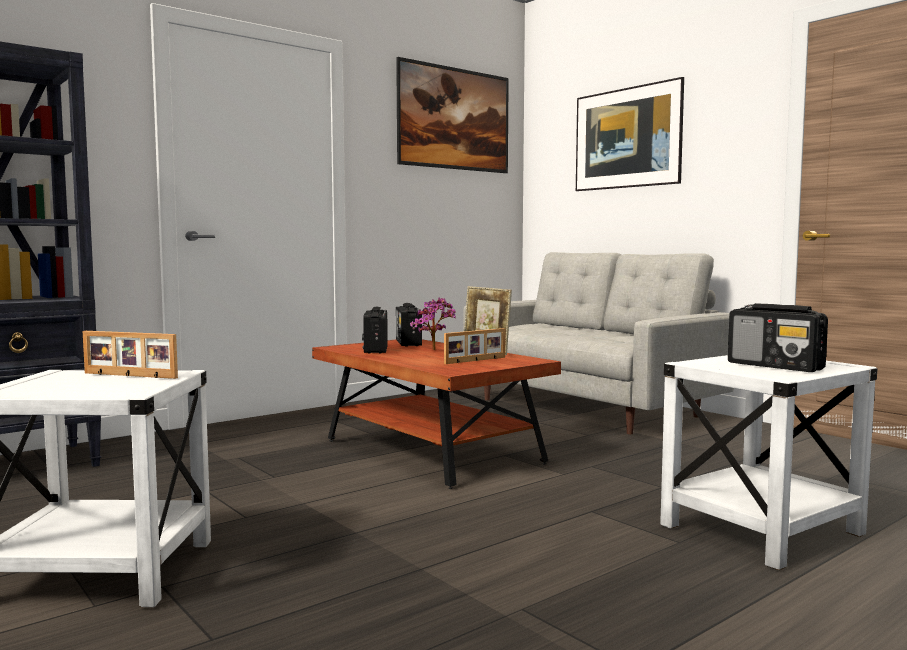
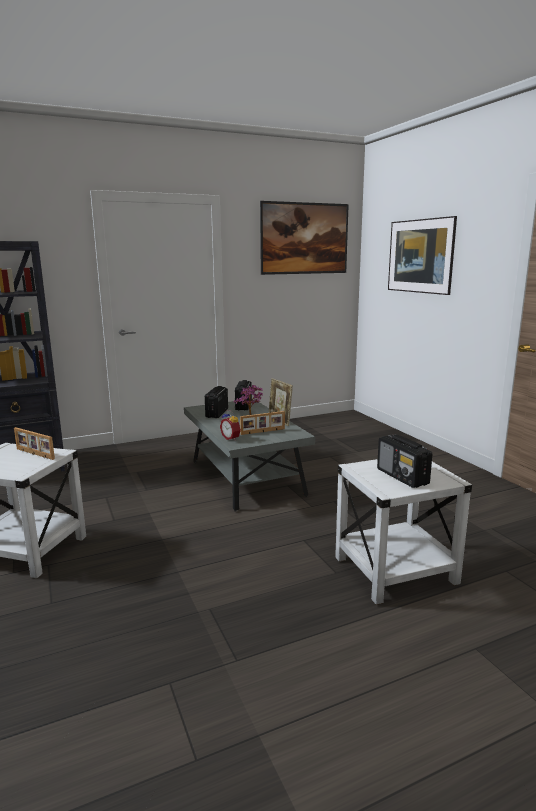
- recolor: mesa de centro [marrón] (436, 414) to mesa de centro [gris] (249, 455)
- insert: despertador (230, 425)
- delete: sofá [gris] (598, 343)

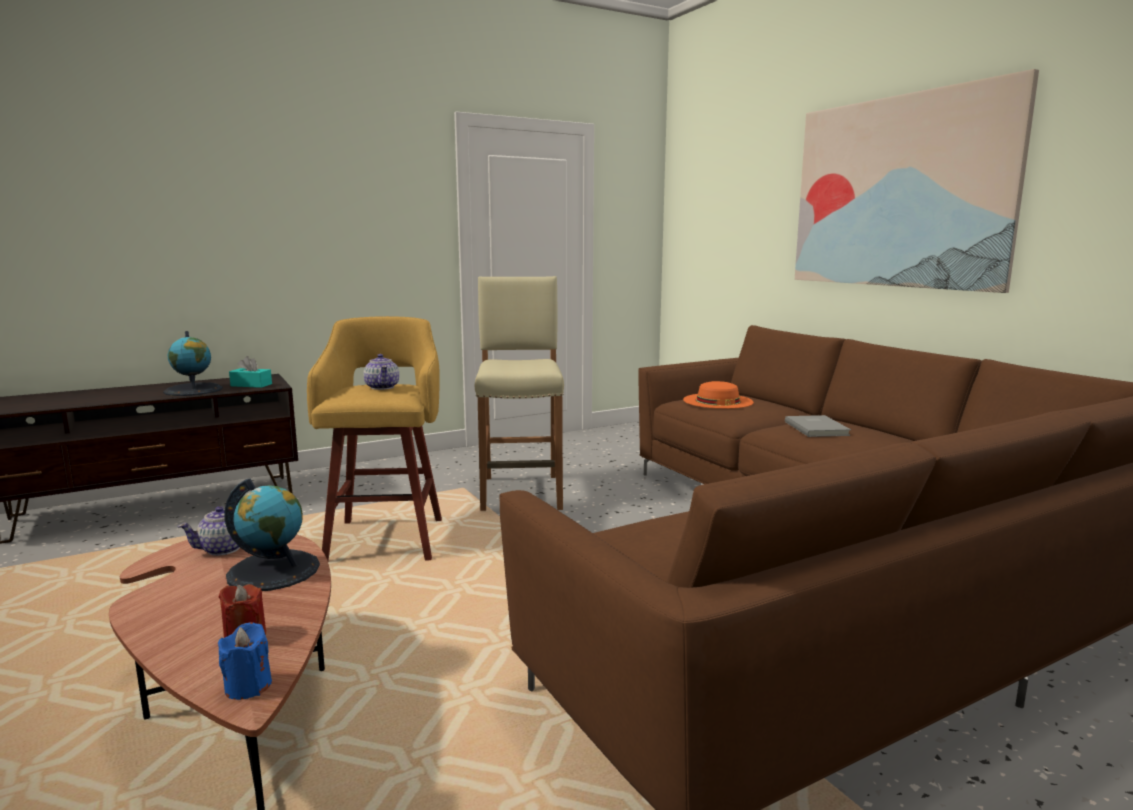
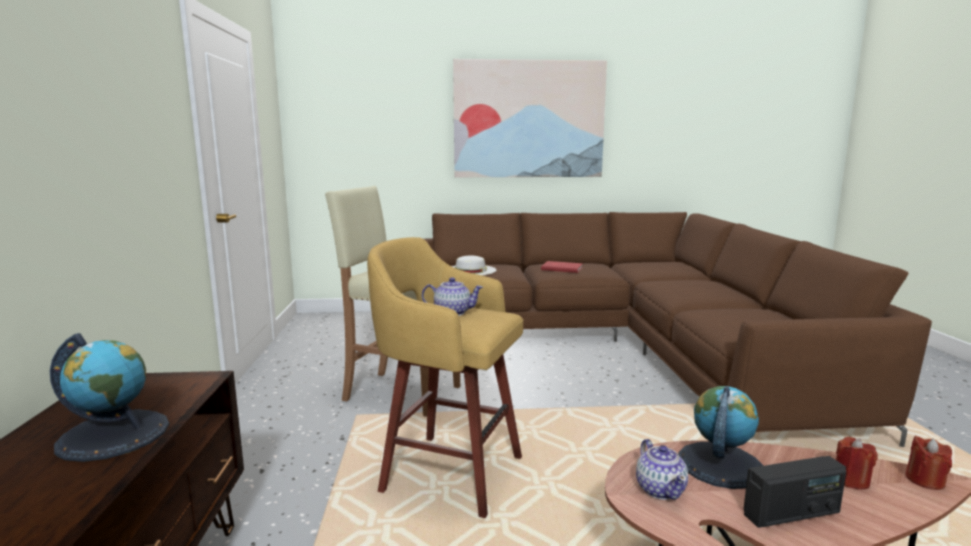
- recolor: sombrero [naranja] (718, 395) to sombrero [blanco] (474, 265)
- recolor: libro [gris] (818, 426) to libro [rojo] (562, 267)
- insert: radio (795, 492)
- recolor: vela [azul] (245, 661) to vela [rojo] (929, 463)
- delete: caja de pañuelos [turquesa] (250, 372)

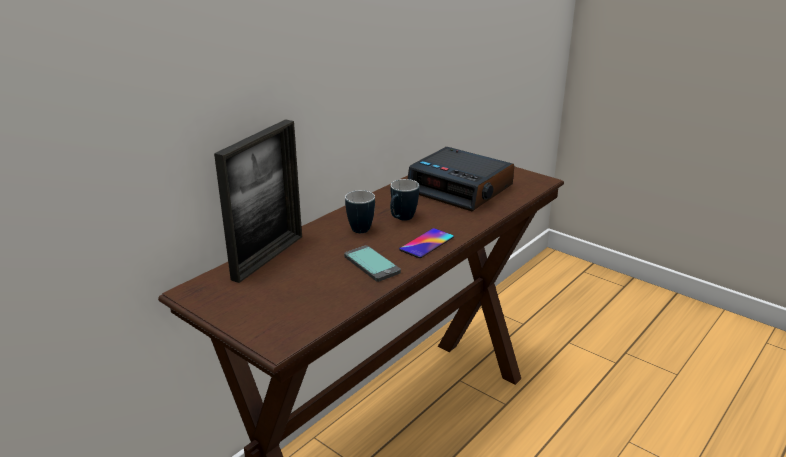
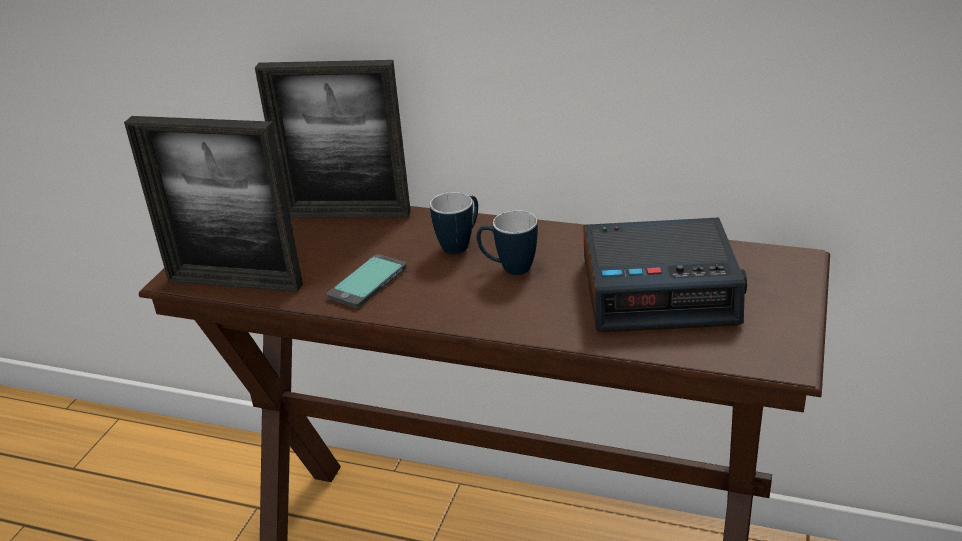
- insert: portarretratos (213, 204)
- rotate: despertador (460, 179) = (665, 274) 105 degrees counterclockwise
- delete: móvil (426, 243)

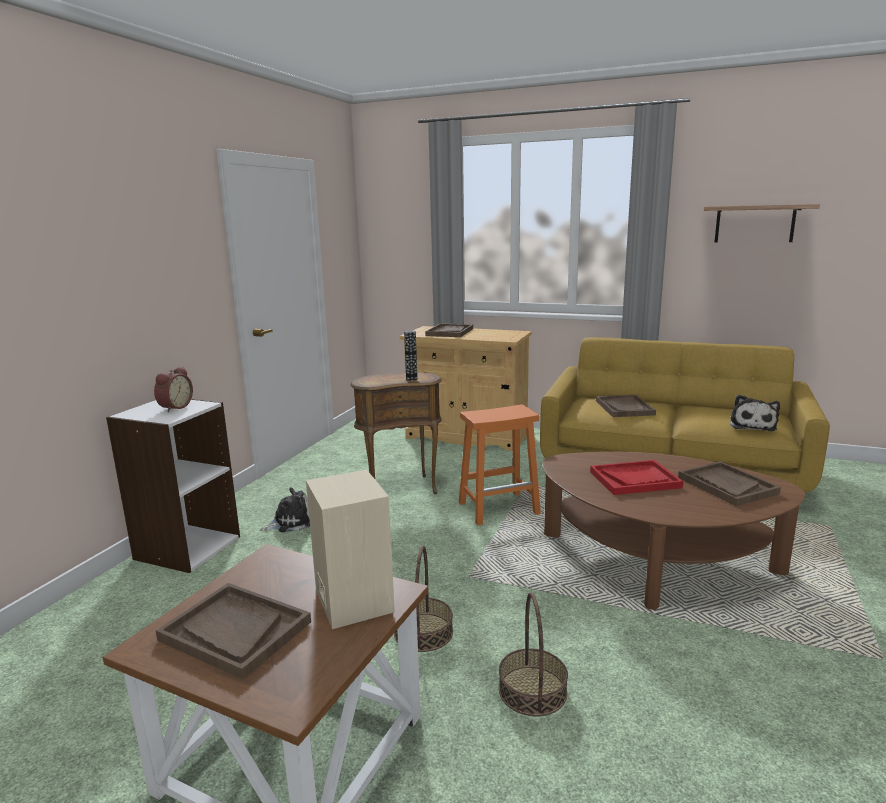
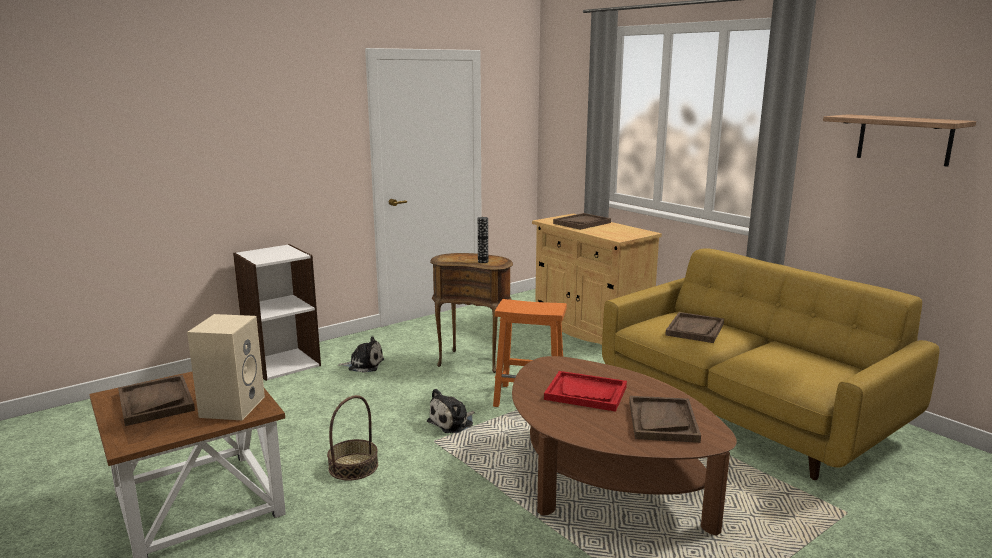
- move: peluche (755, 413) to (451, 411)
- delete: despertador (173, 389)
- delete: cesta (533, 654)

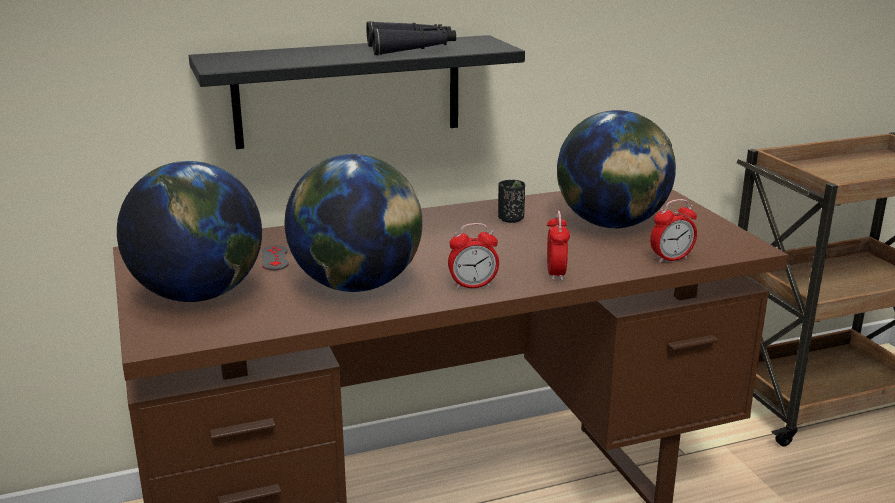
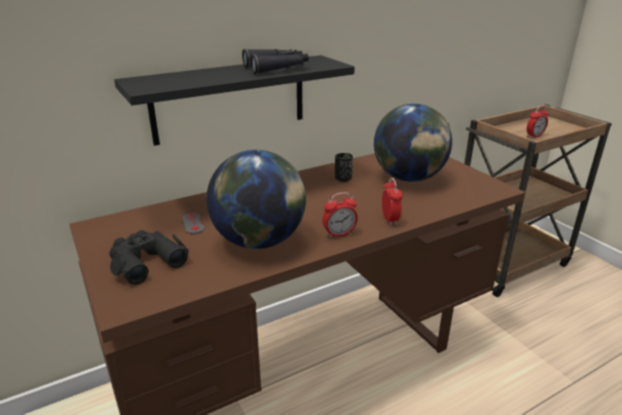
- replace: globo terráqueo (189, 231) to prismáticos [negro] (149, 257)
- move: despertador (673, 231) to (538, 122)

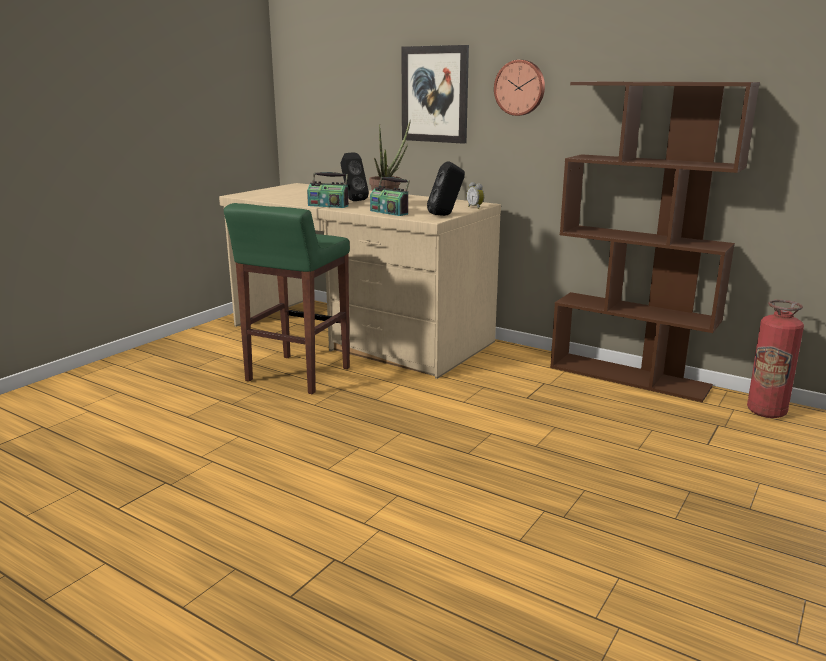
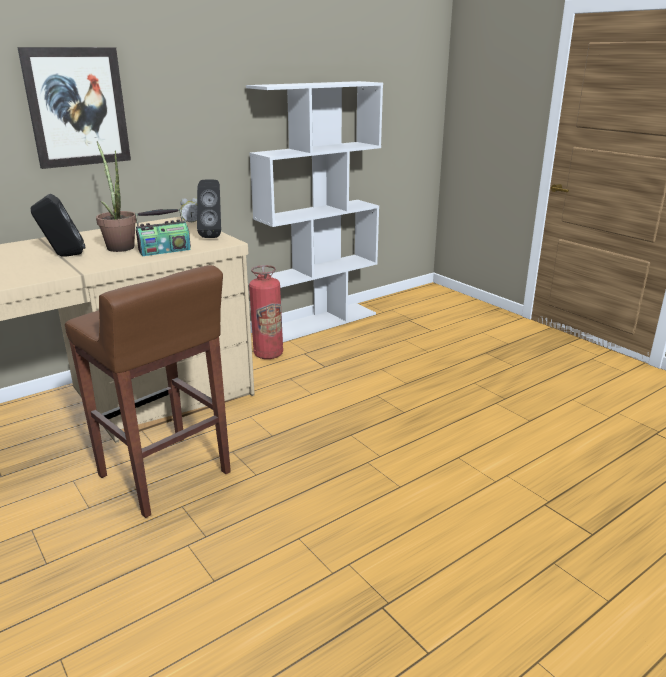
- recolor: taburete [verde] (287, 298) to taburete [marrón] (148, 391)
- recolor: estantería [marrón] (655, 241) to estantería [blanco] (314, 211)
- move: extintor (775, 359) to (266, 312)
- delete: radio (328, 190)
- delete: reloj de pared (519, 88)

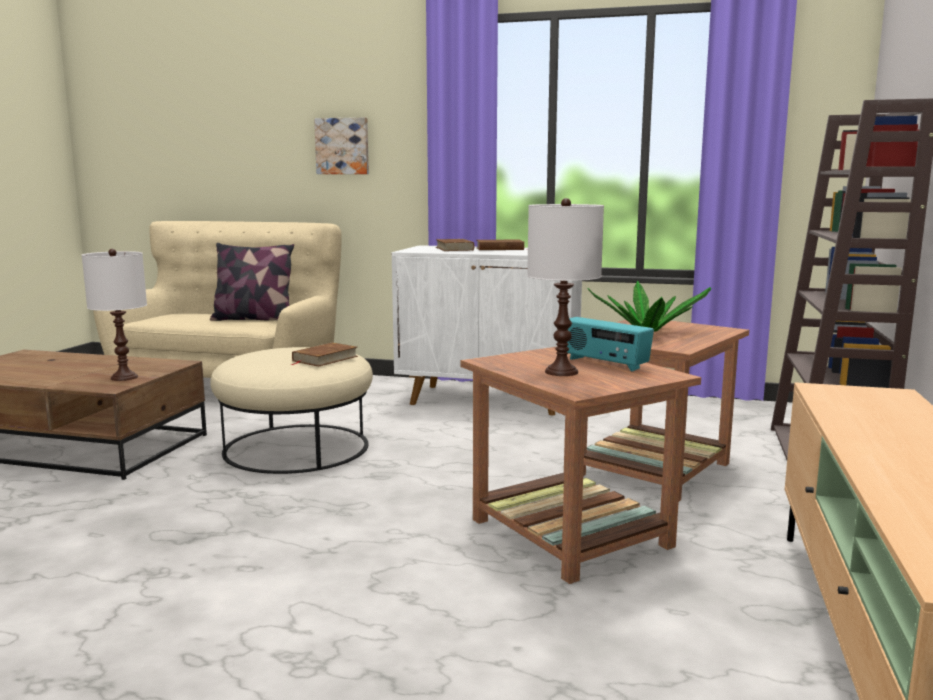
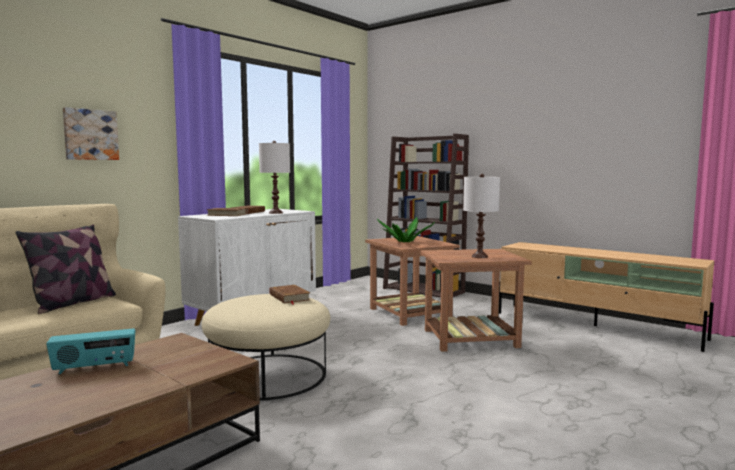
- move: radio (610, 344) to (91, 351)
- move: lámpara de mesa [blanco] (114, 315) to (274, 177)

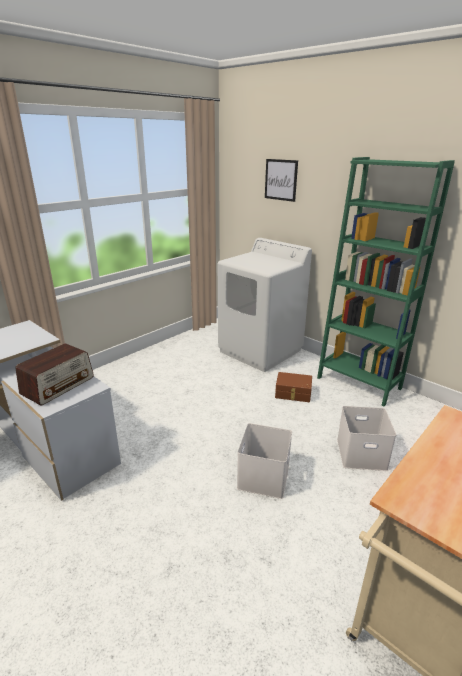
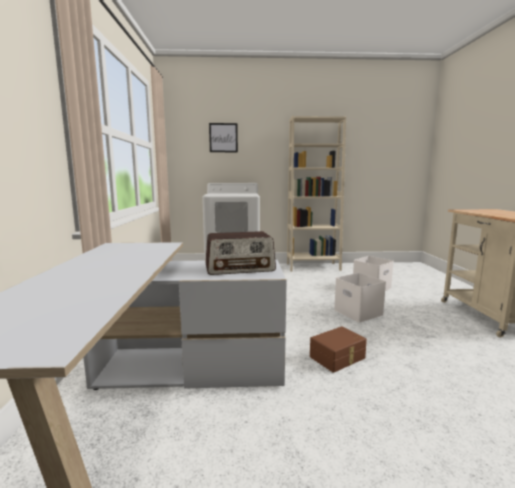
- rotate: radio (55, 375) = (240, 253) 90 degrees clockwise
- recolor: estantería [verde] (386, 281) to estantería [beis] (316, 193)
- move: caja de almacenaje [marrón] (293, 387) to (338, 349)

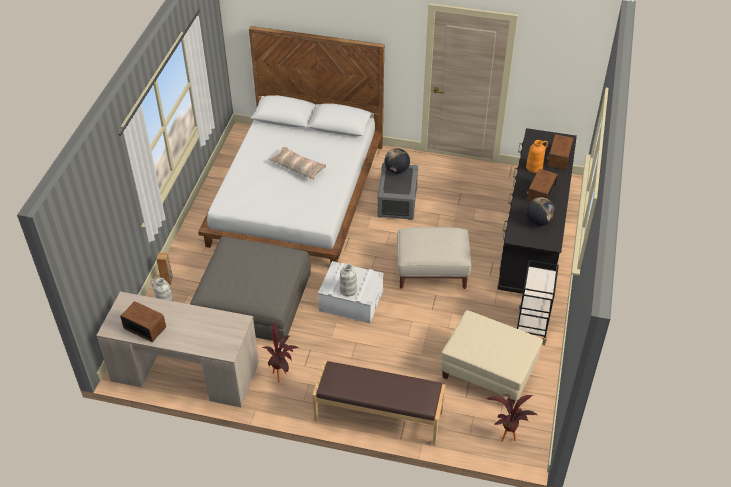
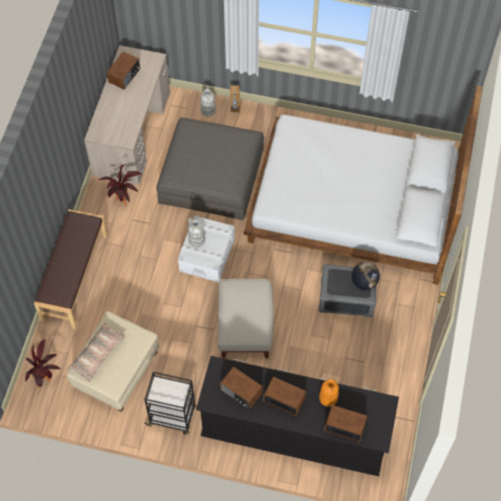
- move: cojín (297, 163) to (96, 352)
- replace: globo terráqueo (540, 211) to radio (241, 387)

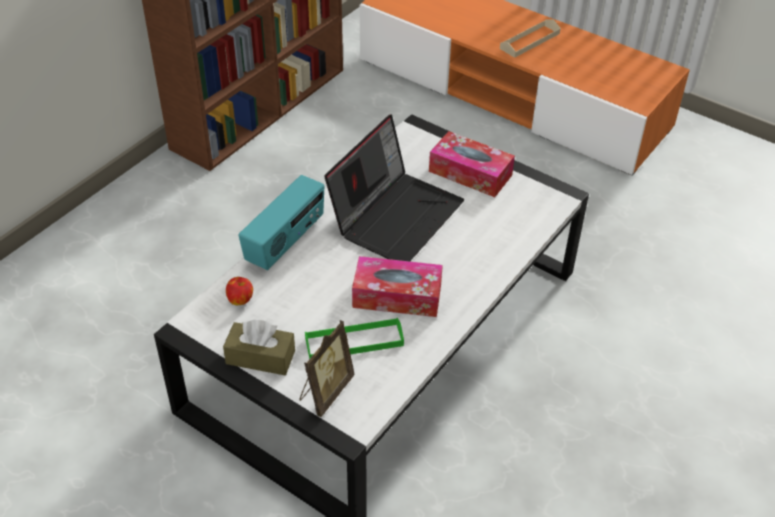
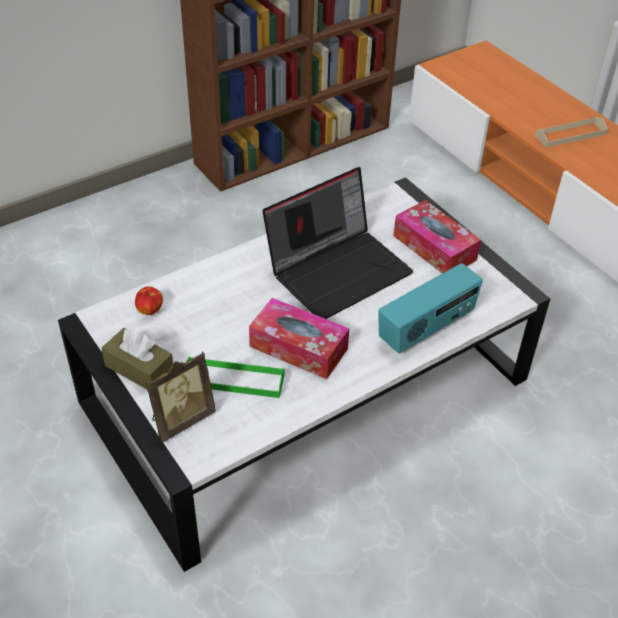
- move: radio (281, 223) to (430, 308)

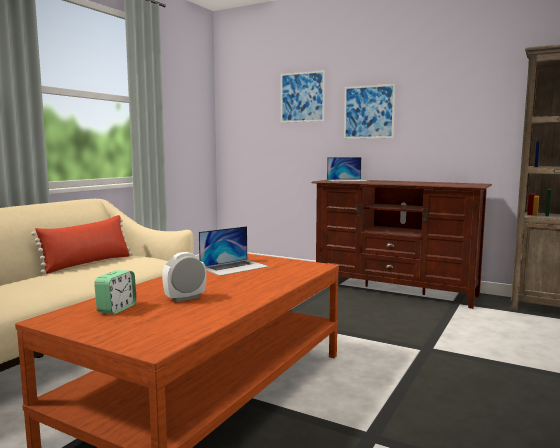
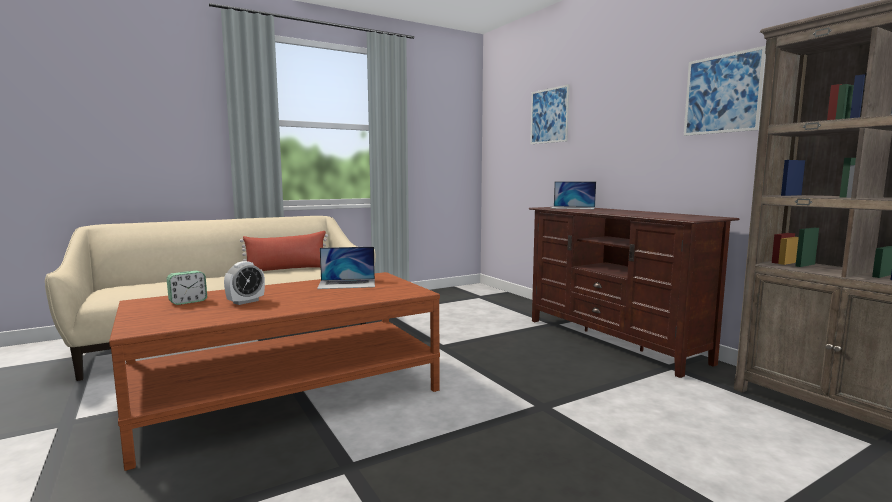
- rotate: despertador (184, 277) = (244, 283) 135 degrees clockwise
- move: cuadro (369, 111) to (725, 91)

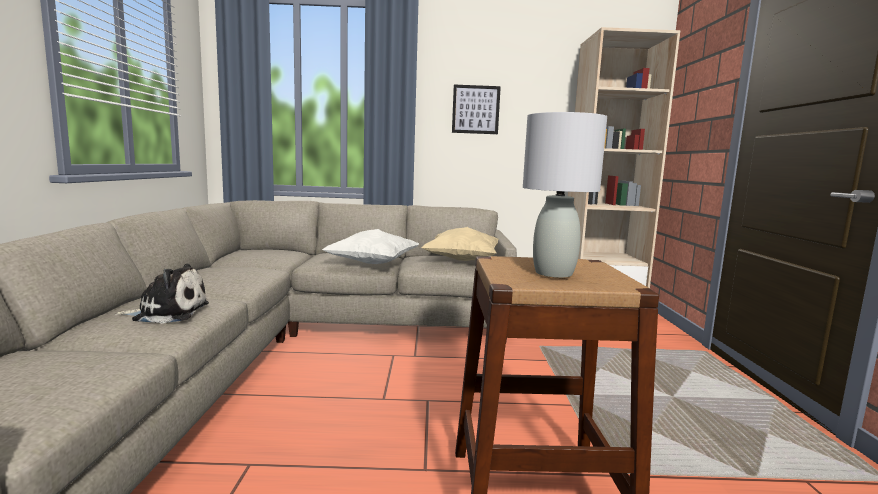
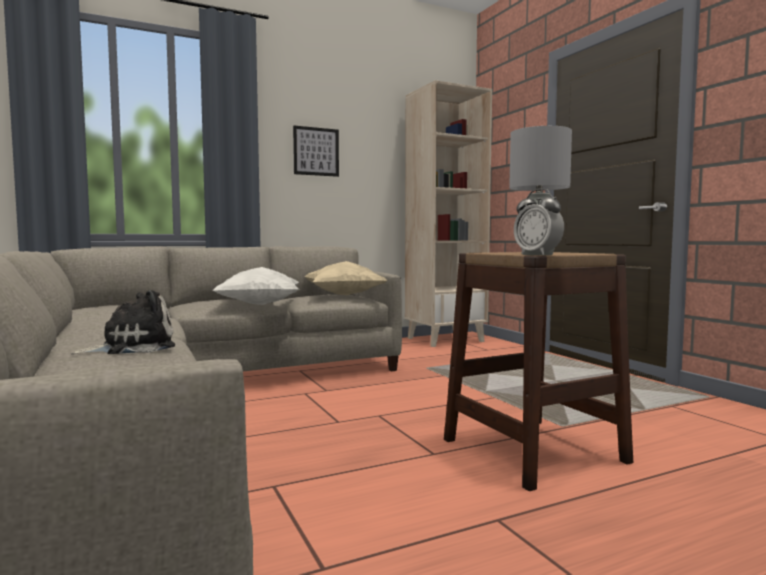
- insert: despertador (539, 222)

